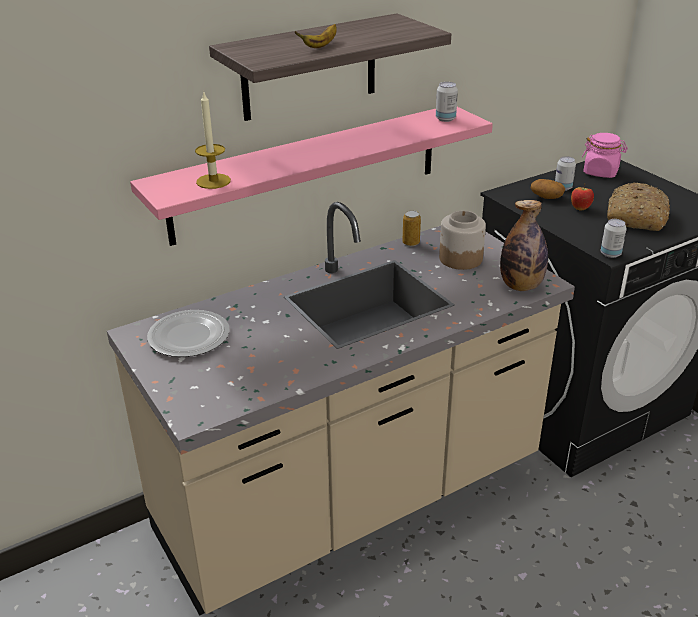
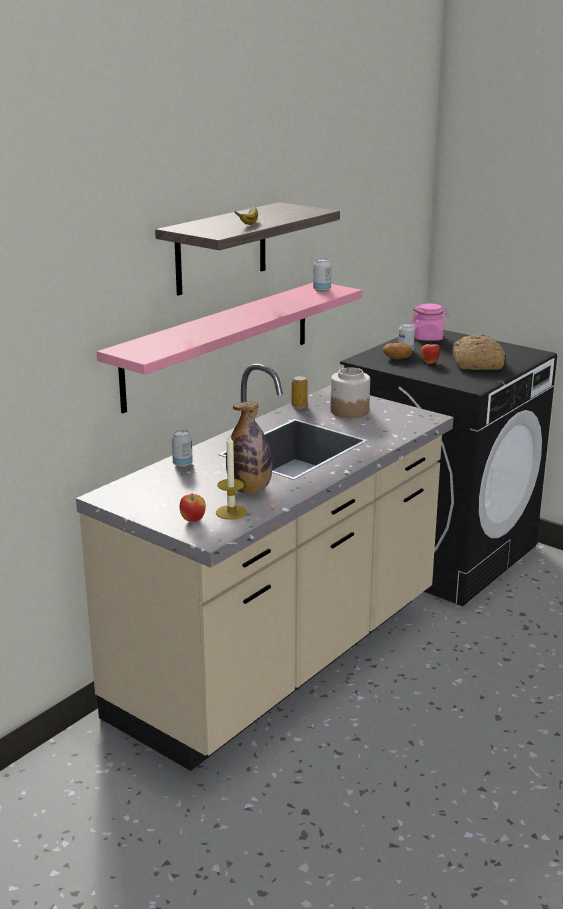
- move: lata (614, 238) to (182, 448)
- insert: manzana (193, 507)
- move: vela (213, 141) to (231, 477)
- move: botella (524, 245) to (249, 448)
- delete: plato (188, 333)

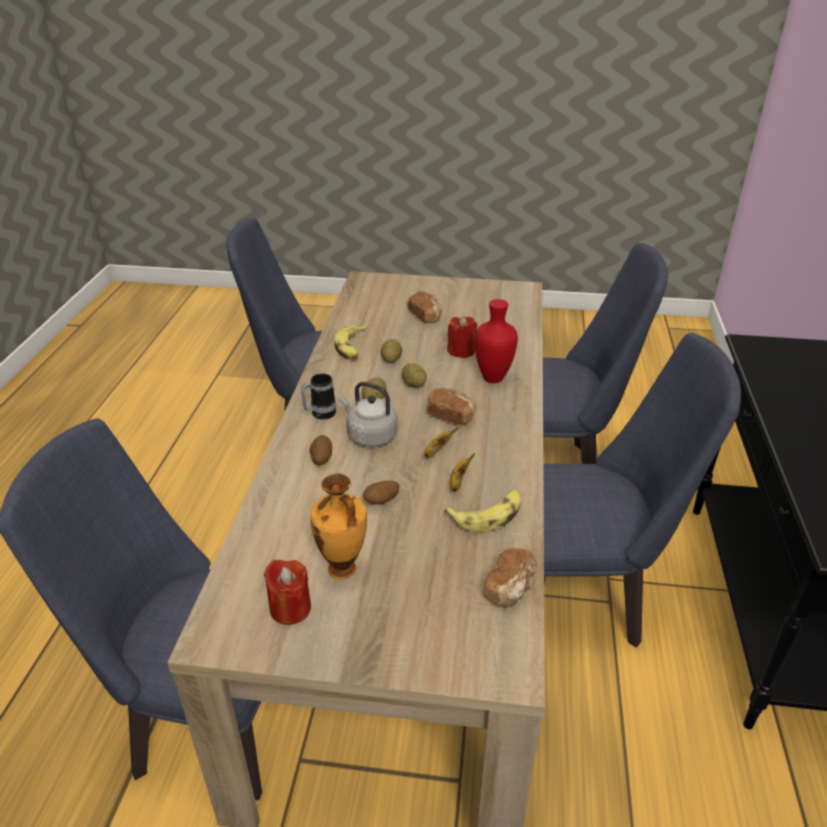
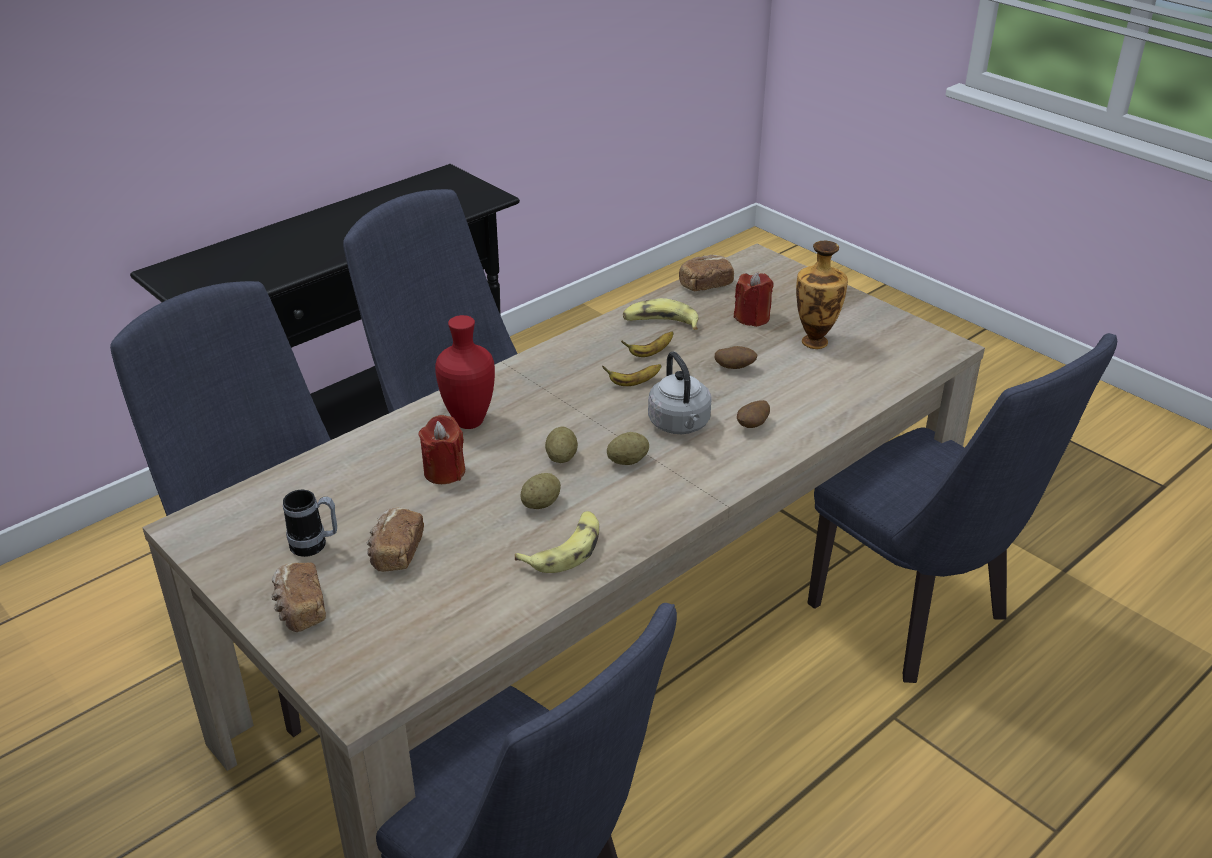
- move: pan (451, 406) to (299, 597)
- move: taza grande (318, 396) to (310, 523)
- move: vela [rojo] (287, 592) to (754, 299)

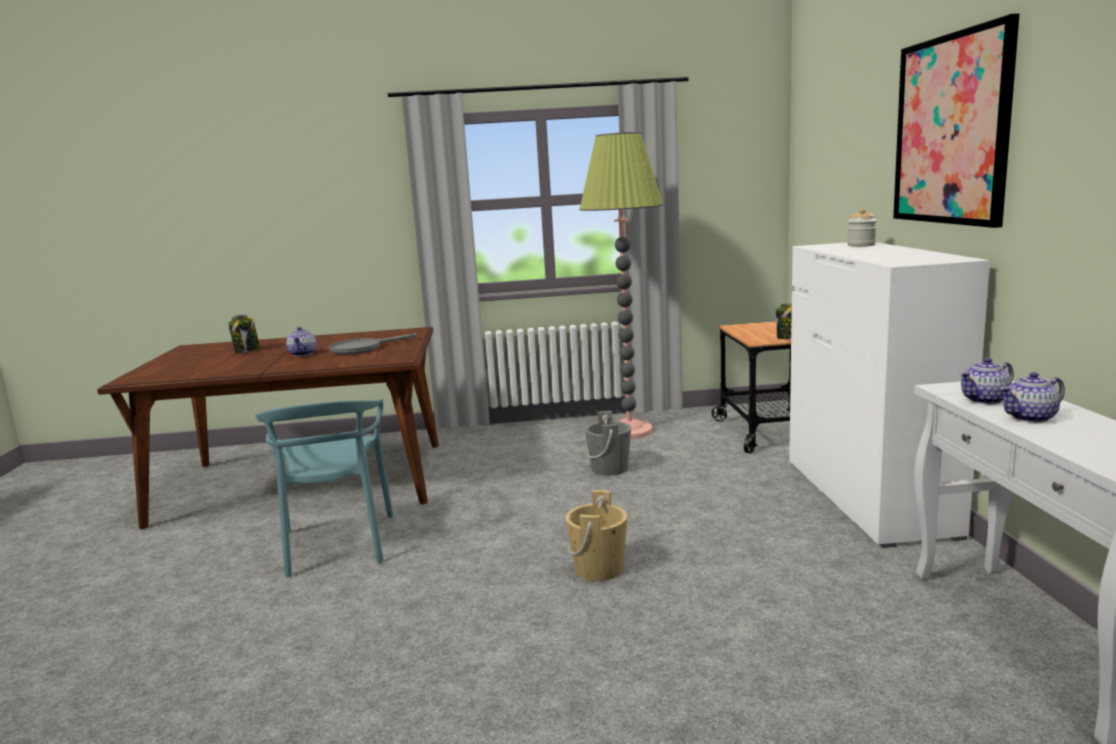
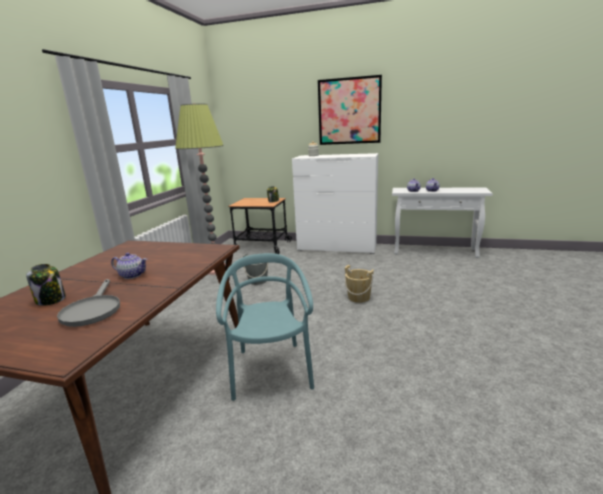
- move: sartén [gris] (373, 344) to (88, 303)
- rotate: silla [turquesa] (324, 488) = (265, 327) 105 degrees counterclockwise

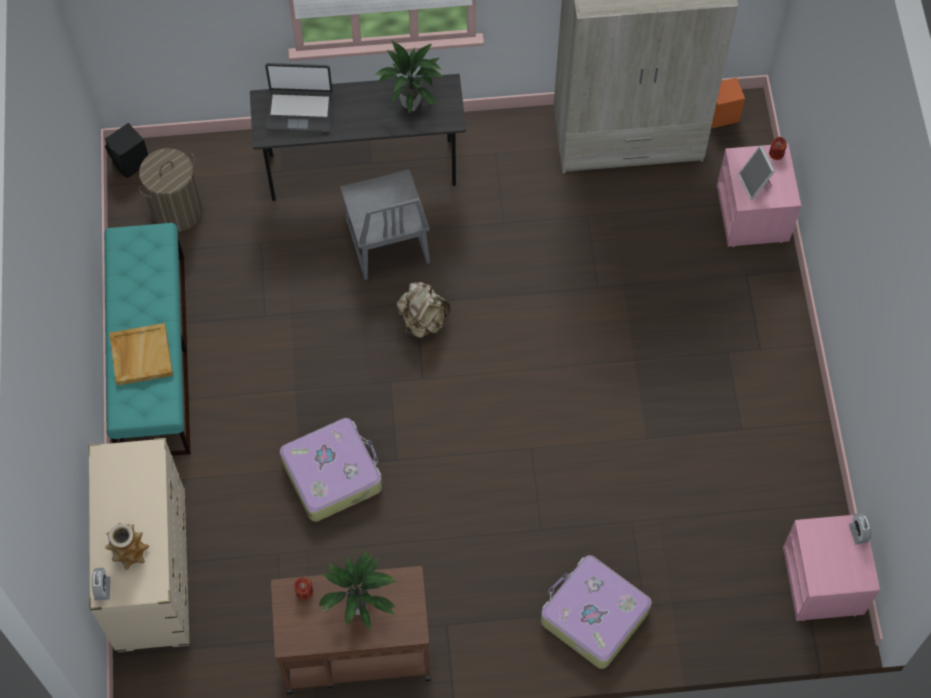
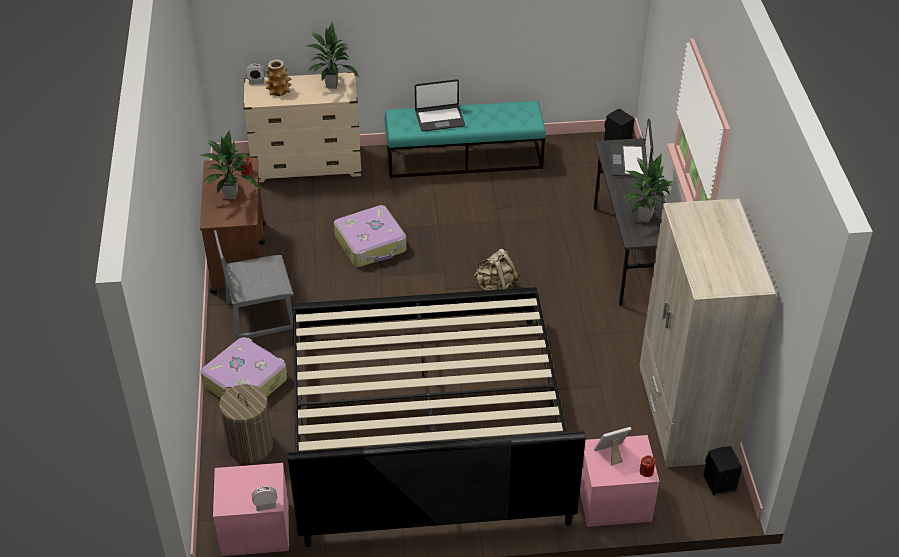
- move: silla [gris] (385, 224) to (253, 285)
- move: cesto de la ropa (170, 190) to (246, 423)
- insert: cama (437, 417)
- insert: planta en maceta (332, 55)
- replace: bandeja [beis] (141, 354) to portátil (440, 105)
- recolor: altavoz [naranja] (728, 102) to altavoz [negro] (722, 471)

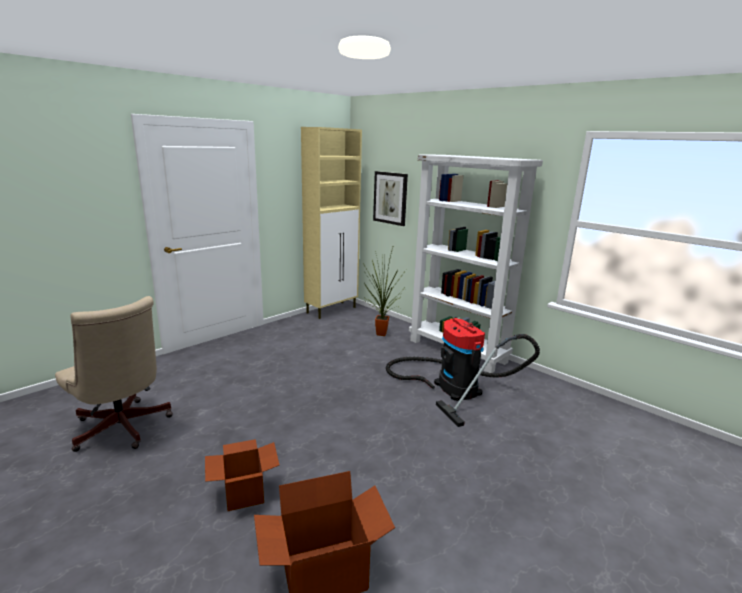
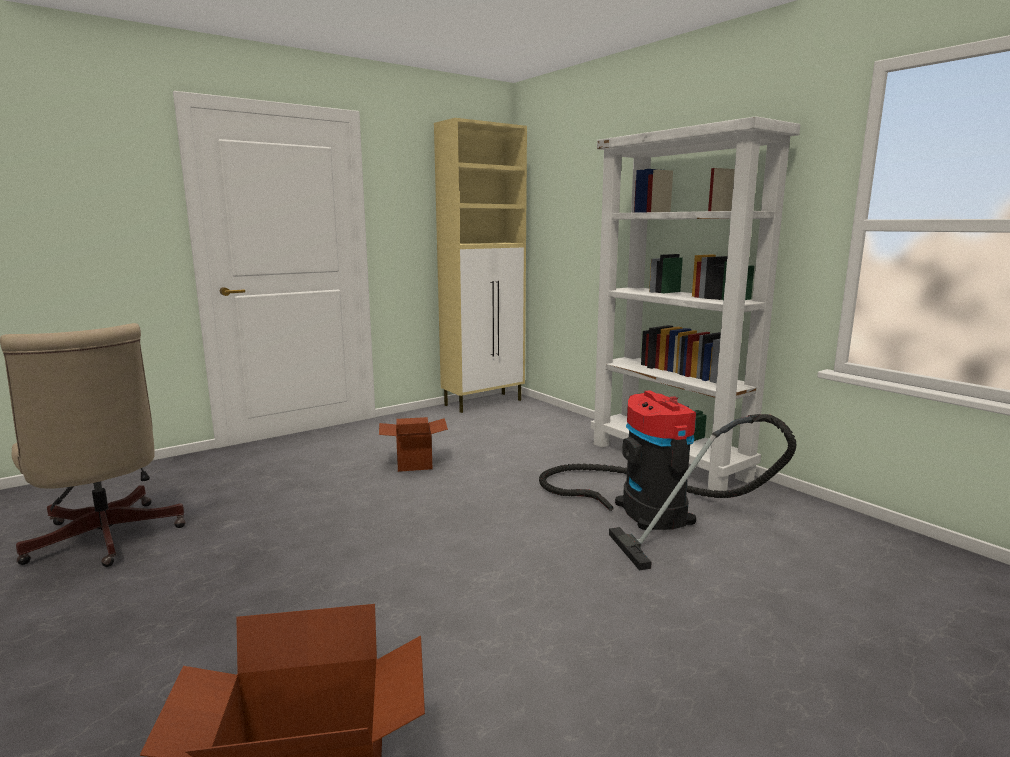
- move: caja de cartón (242, 475) to (413, 444)
- delete: planta en maceta (384, 290)
- delete: cuadro (390, 198)

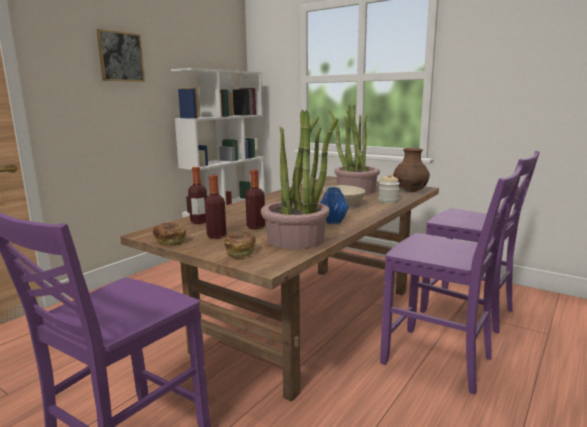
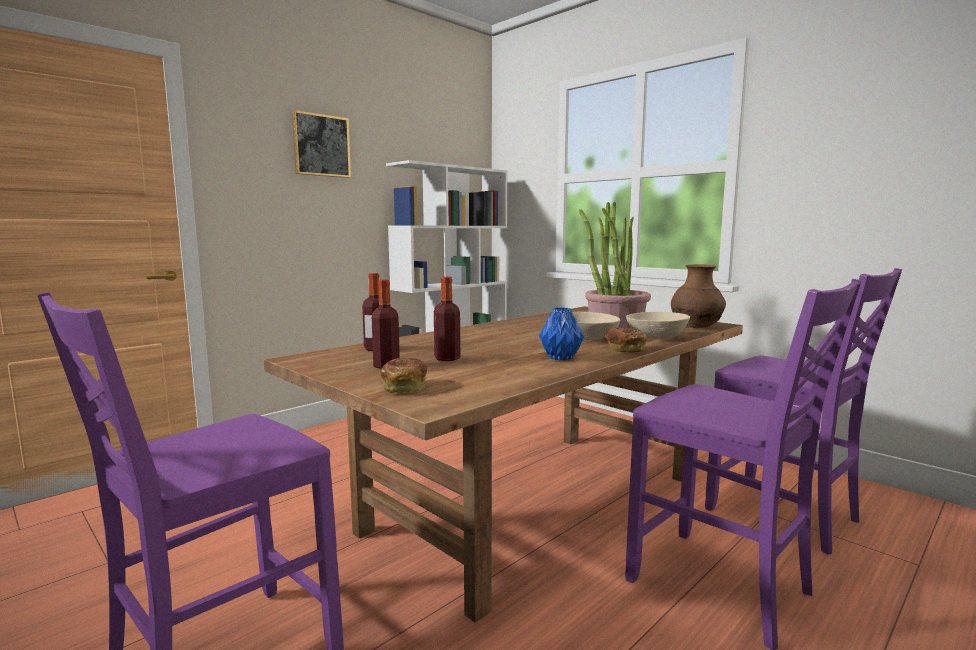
- move: pan (169, 234) to (626, 340)
- replace: tarro (389, 188) to cuenco [beis] (658, 325)
- delete: planta en maceta (300, 179)

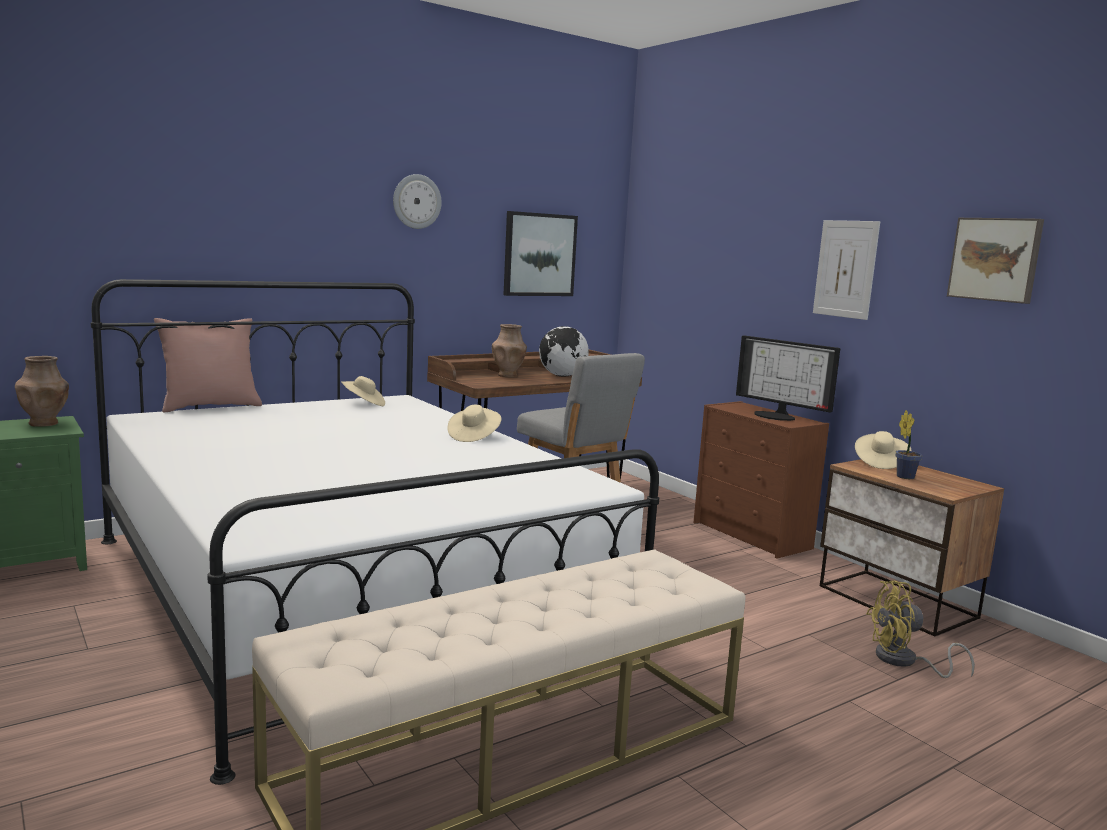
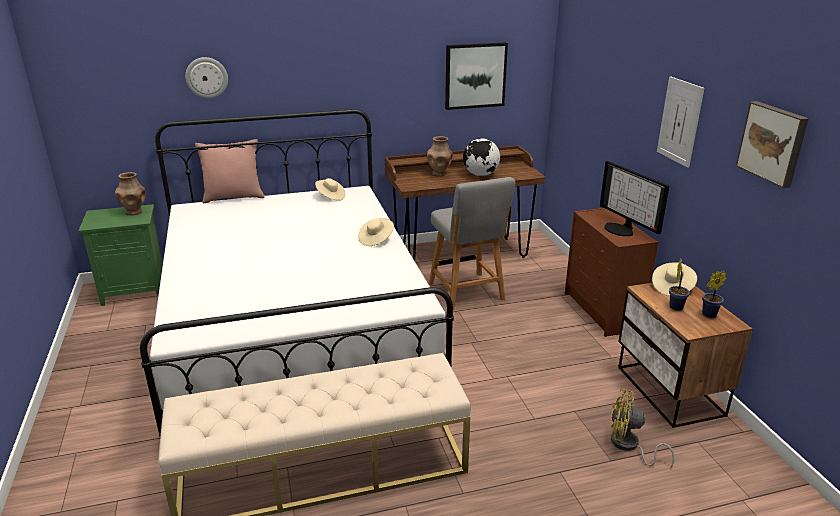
- move: reloj de pared (417, 201) to (206, 77)
- insert: planta en maceta (714, 294)

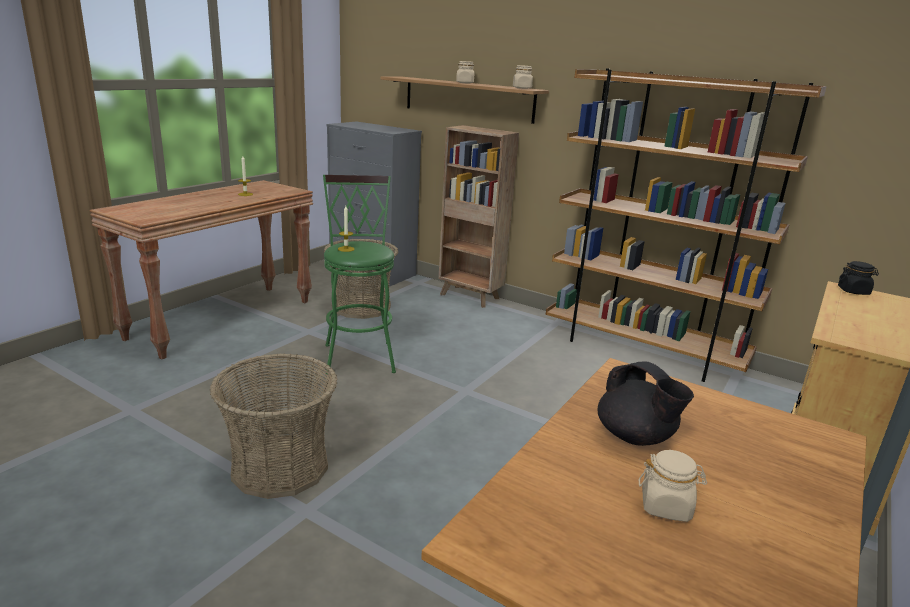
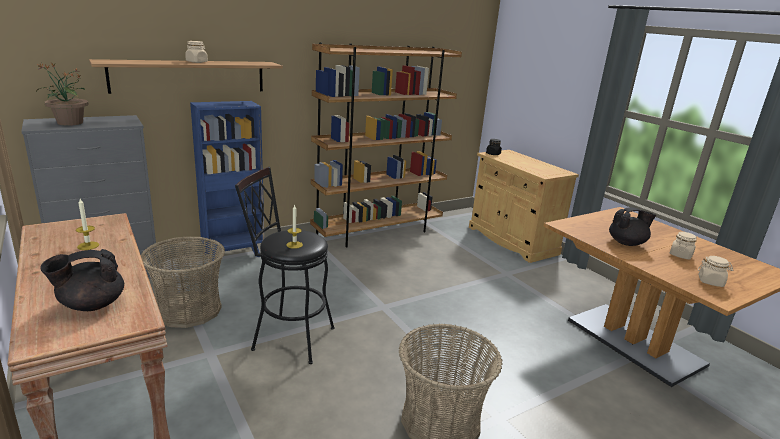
- insert: planta en maceta (63, 94)
- insert: tetera [negro] (82, 280)
- recolor: estantería [marrón] (479, 216) to estantería [azul] (227, 181)
- recolor: taburete [verde] (359, 275) to taburete [negro] (285, 265)
- move: tarro [beis] (523, 77) to (715, 271)

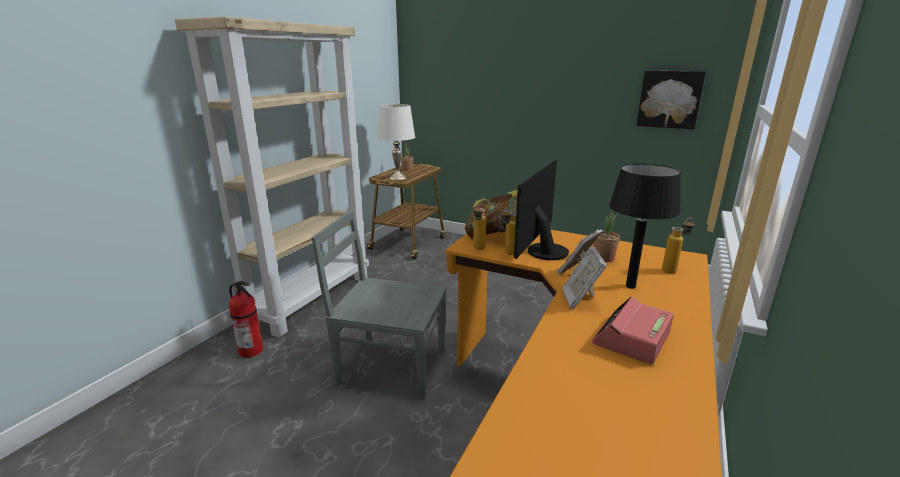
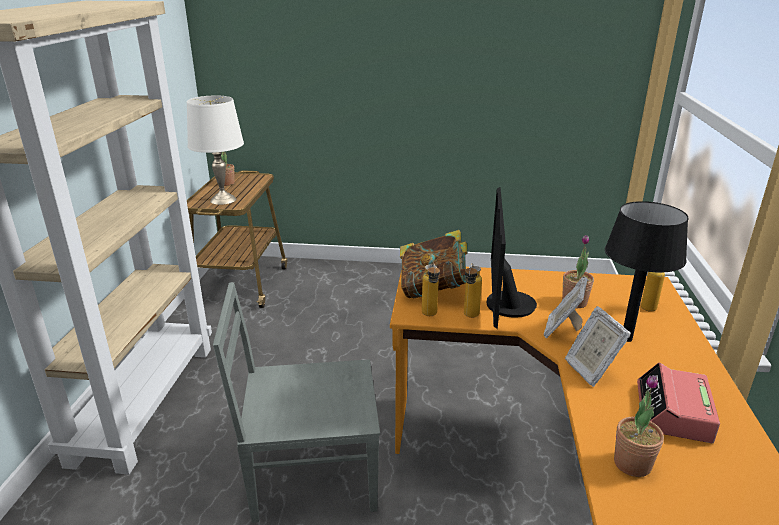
- insert: planta en maceta (639, 426)
- delete: extintor (246, 319)
- delete: cuadro (671, 100)

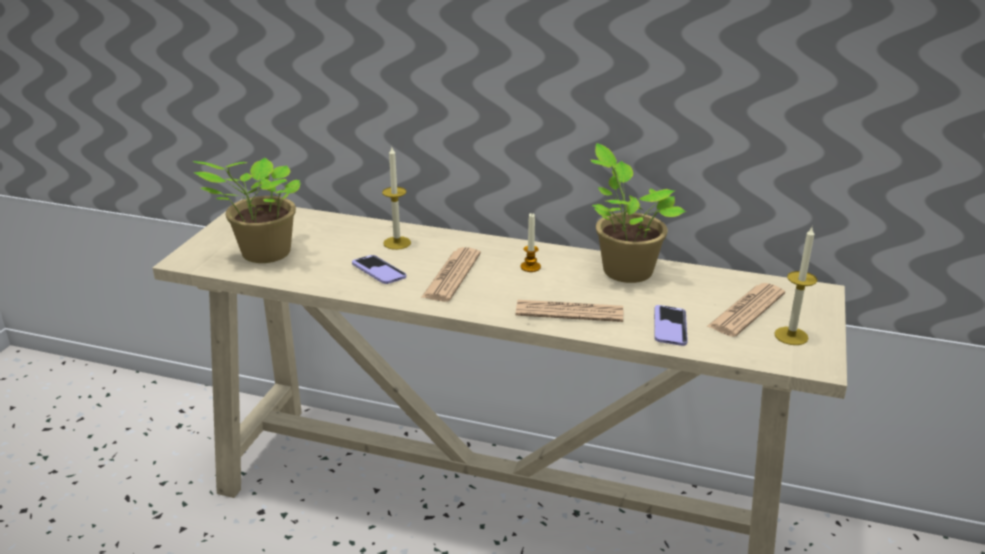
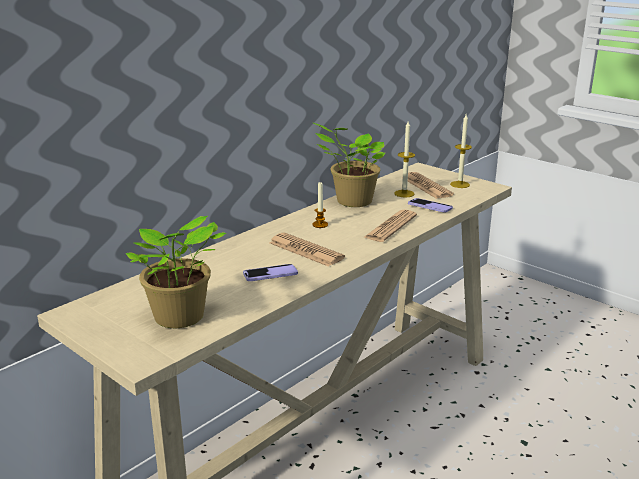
- move: vela (396, 198) to (404, 159)

